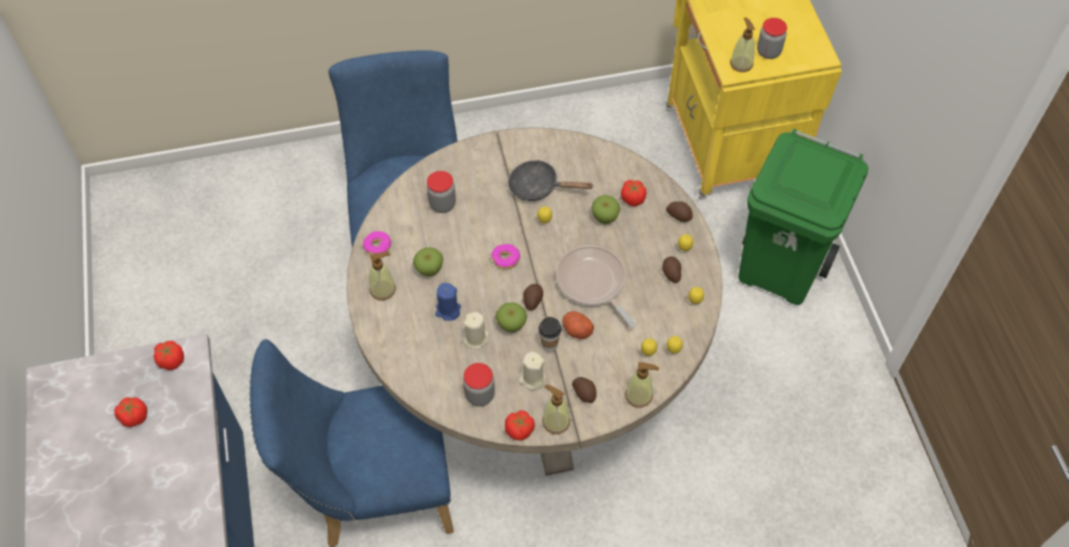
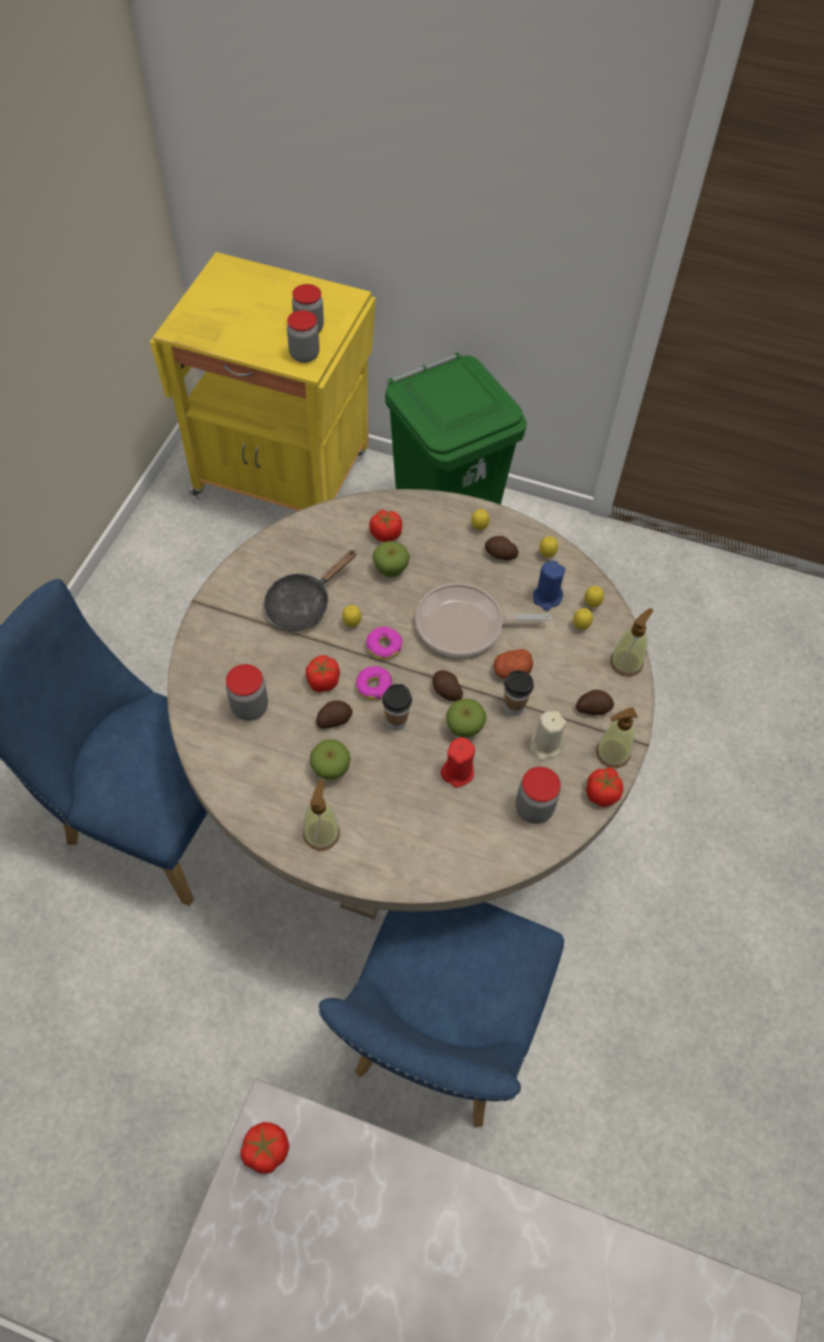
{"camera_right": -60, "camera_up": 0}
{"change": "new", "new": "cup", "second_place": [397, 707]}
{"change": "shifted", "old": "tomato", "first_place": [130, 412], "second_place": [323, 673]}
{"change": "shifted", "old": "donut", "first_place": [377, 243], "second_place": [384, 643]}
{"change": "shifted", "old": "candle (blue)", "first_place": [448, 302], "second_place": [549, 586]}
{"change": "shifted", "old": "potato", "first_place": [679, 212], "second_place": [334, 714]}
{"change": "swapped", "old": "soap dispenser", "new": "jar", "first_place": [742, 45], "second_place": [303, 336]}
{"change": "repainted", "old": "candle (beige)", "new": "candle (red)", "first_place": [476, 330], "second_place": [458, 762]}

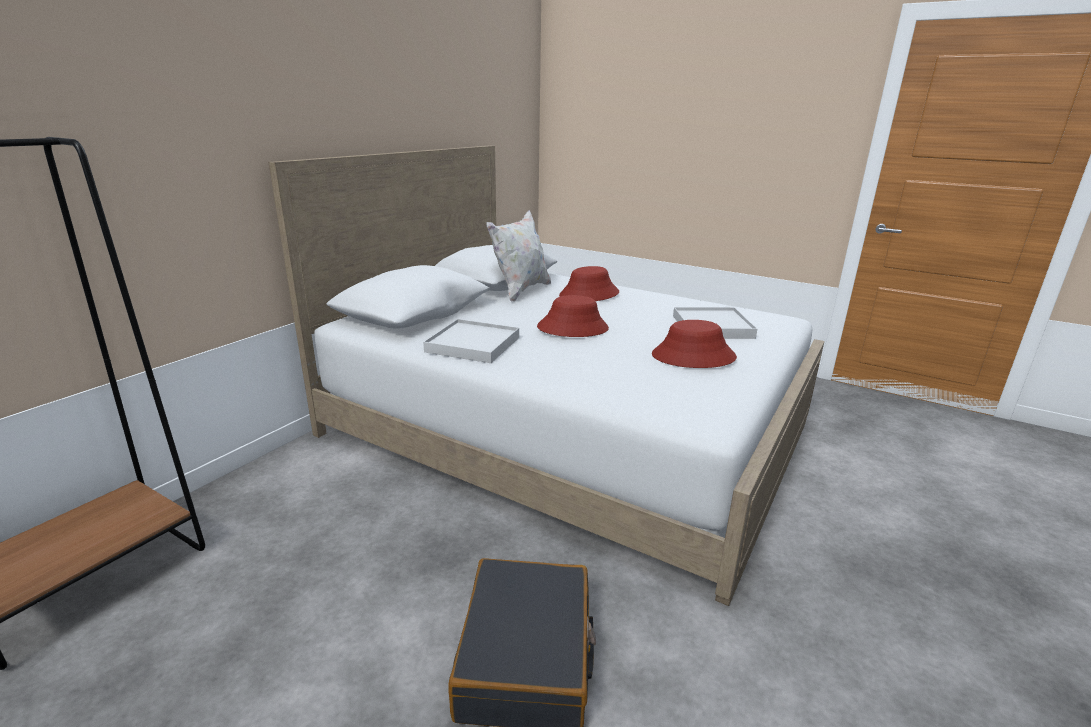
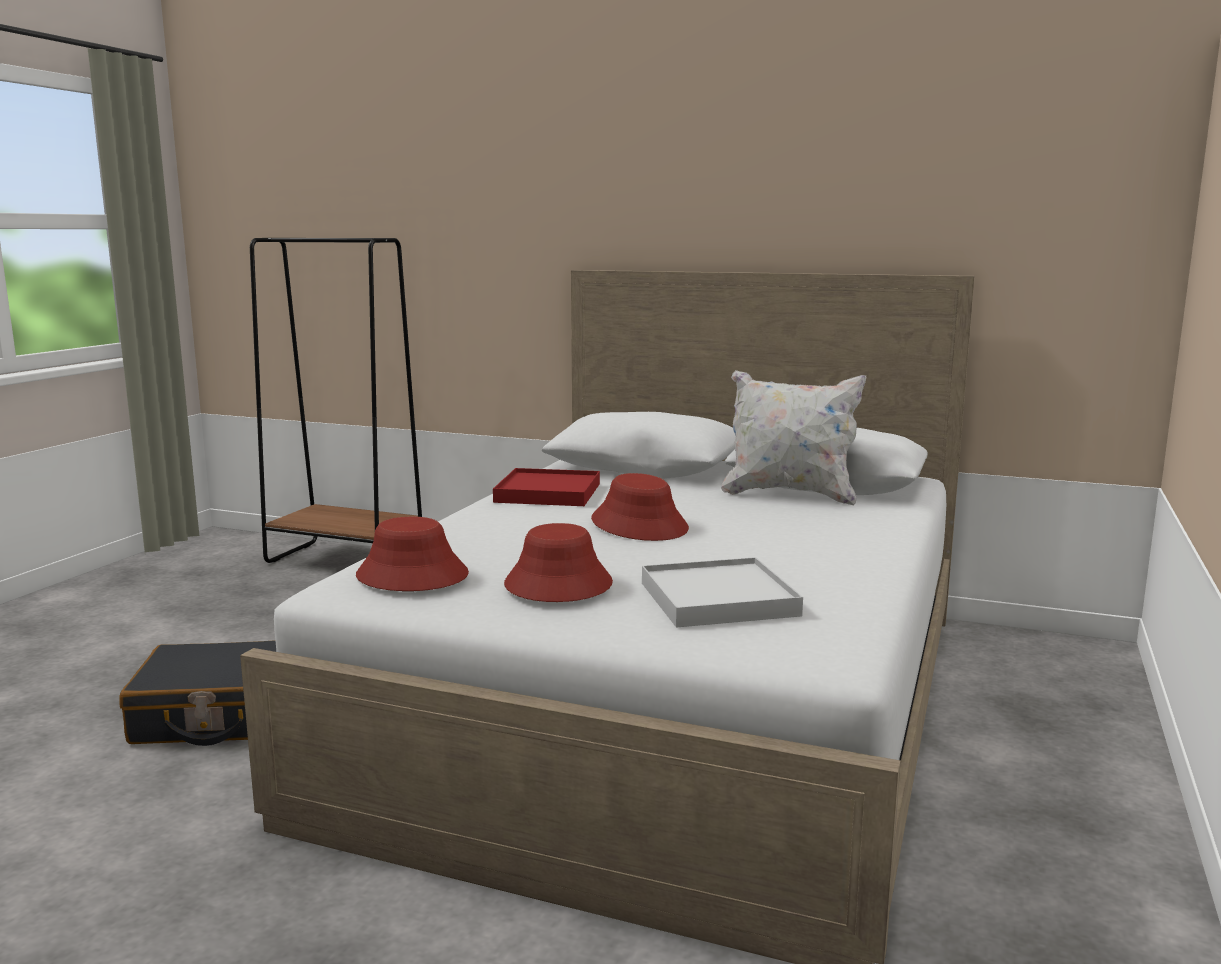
{"camera_right": 80, "camera_up": -10}
{"change": "shifted", "old": "hat (red)", "first_place": [589, 283], "second_place": [412, 554]}
{"change": "repainted", "old": "tray (white)", "new": "tray (red)", "first_place": [471, 341], "second_place": [546, 487]}

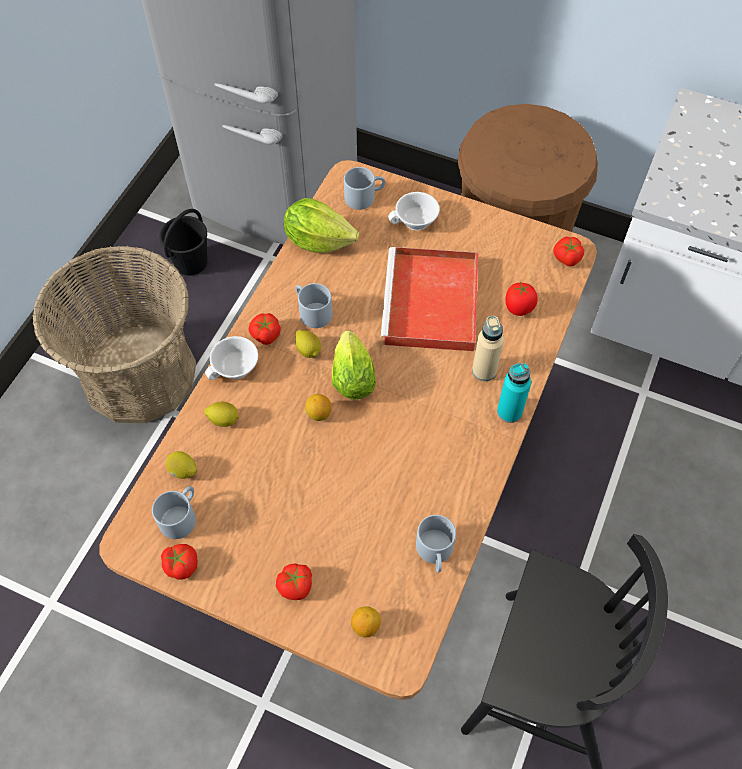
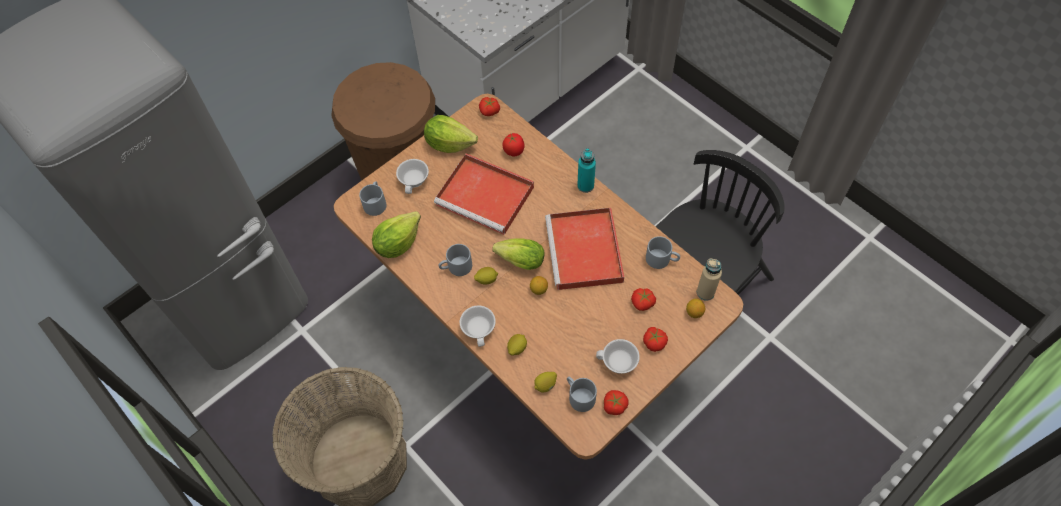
{"camera_right": -65, "camera_up": 0}
{"change": "gone", "old": "bucket (black)", "first_place": [183, 242]}
{"change": "new", "new": "lettuce", "second_place": [451, 134]}
{"change": "new", "new": "tray (red)", "second_place": [584, 249]}
{"change": "new", "new": "cup (white)", "second_place": [618, 356]}
{"change": "shifted", "old": "tomato", "first_place": [265, 329], "second_place": [643, 299]}
{"change": "shifted", "old": "bottle (beige)", "first_place": [488, 348], "second_place": [709, 279]}

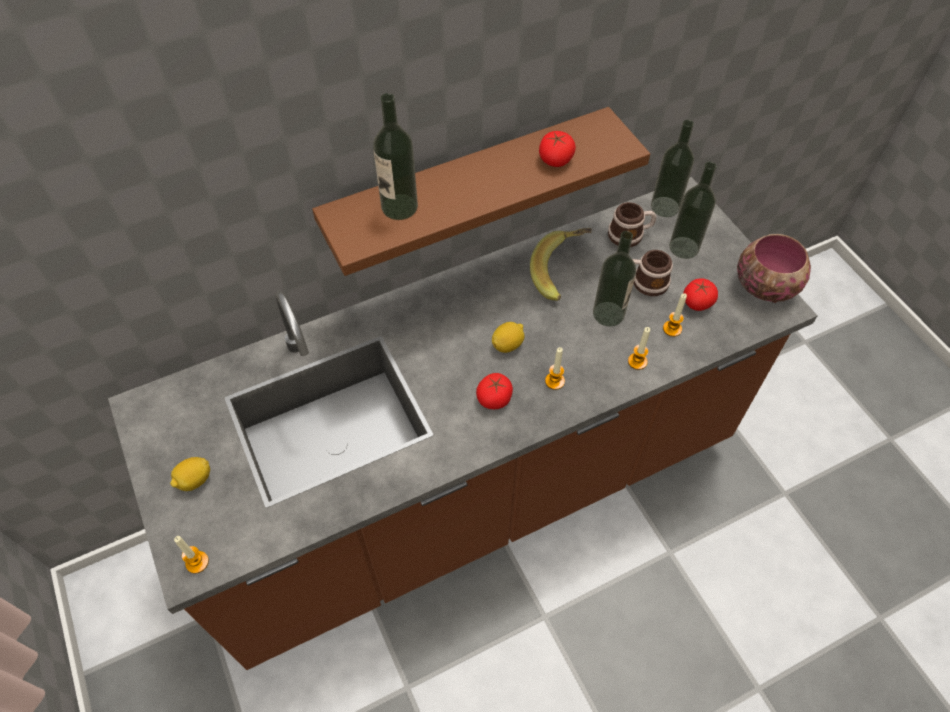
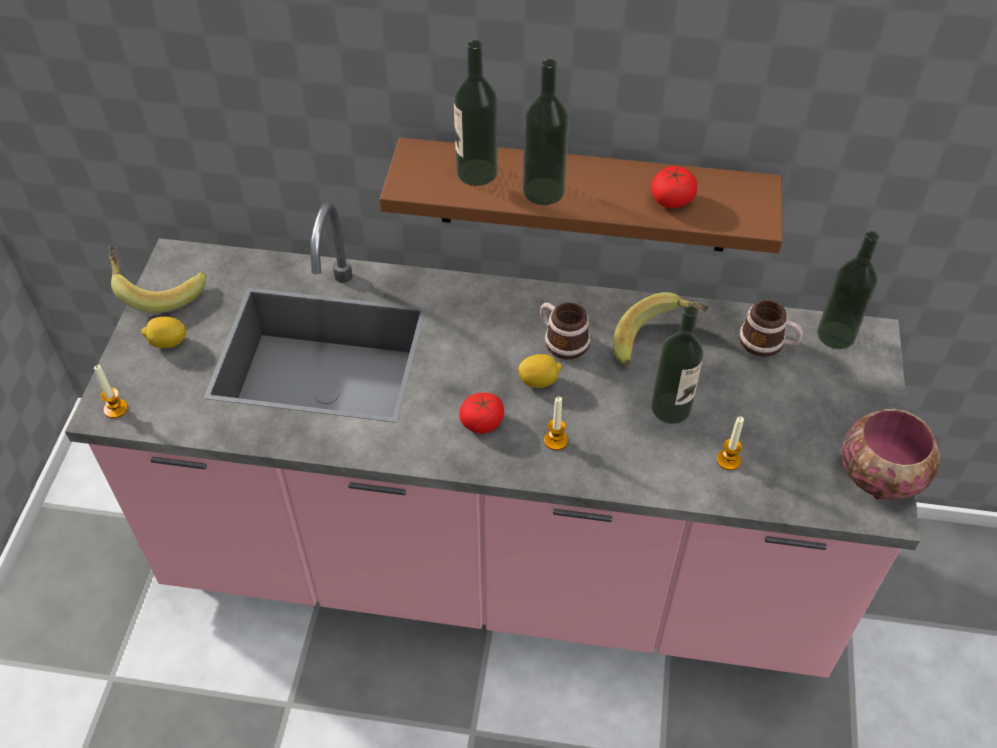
{"camera_right": 35, "camera_up": -5}
{"change": "gone", "old": "candle", "first_place": [639, 348]}
{"change": "gone", "old": "tomato", "first_place": [700, 294]}
{"change": "new", "new": "banana", "second_place": [157, 279]}
{"change": "shifted", "old": "mug", "first_place": [652, 273], "second_place": [565, 331]}
{"change": "shifted", "old": "bottle", "first_place": [692, 210], "second_place": [546, 132]}
{"change": "repainted", "old": "counter (brown)", "new": "counter (pink)", "first_place": [463, 423], "second_place": [492, 440]}

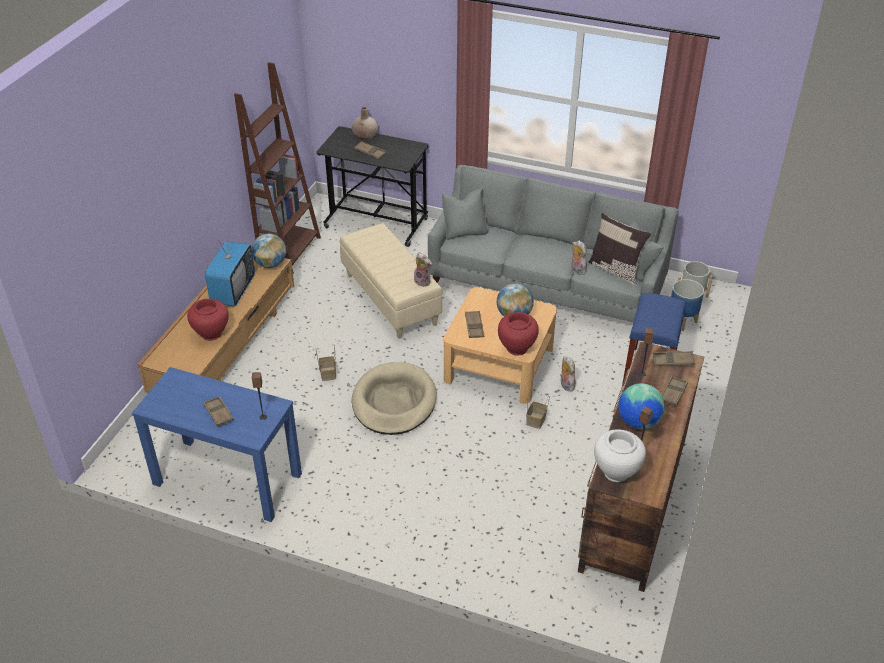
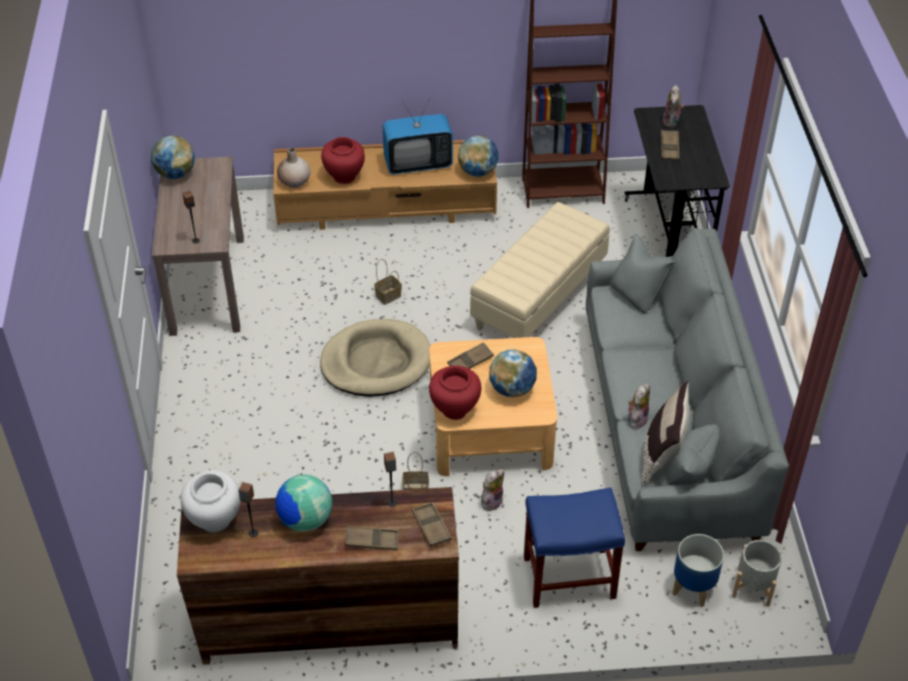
{"camera_right": 65, "camera_up": 5}
{"change": "gone", "old": "tray (brown)", "first_place": [218, 411]}
{"change": "new", "new": "globe", "second_place": [173, 157]}
{"change": "shifted", "old": "vase (beige)", "first_place": [365, 124], "second_place": [294, 168]}
{"change": "shifted", "old": "plush toy", "first_place": [423, 269], "second_place": [673, 106]}
{"change": "repainted", "old": "console table (blue)", "new": "console table (brown)", "first_place": [217, 444], "second_place": [198, 246]}

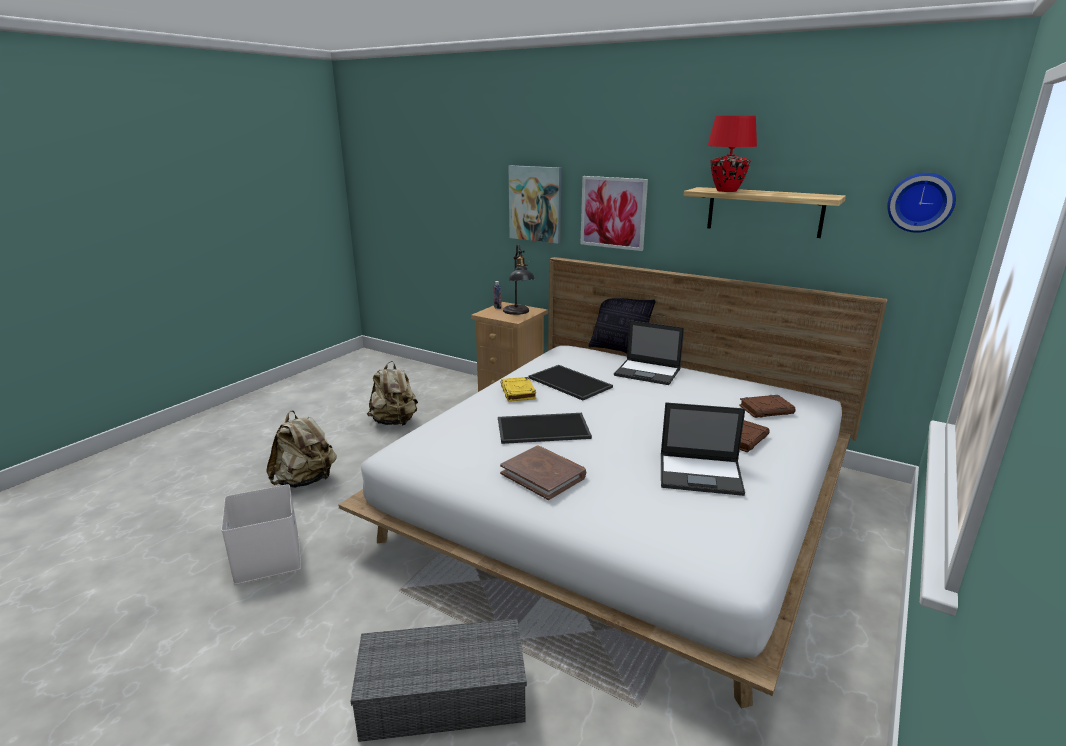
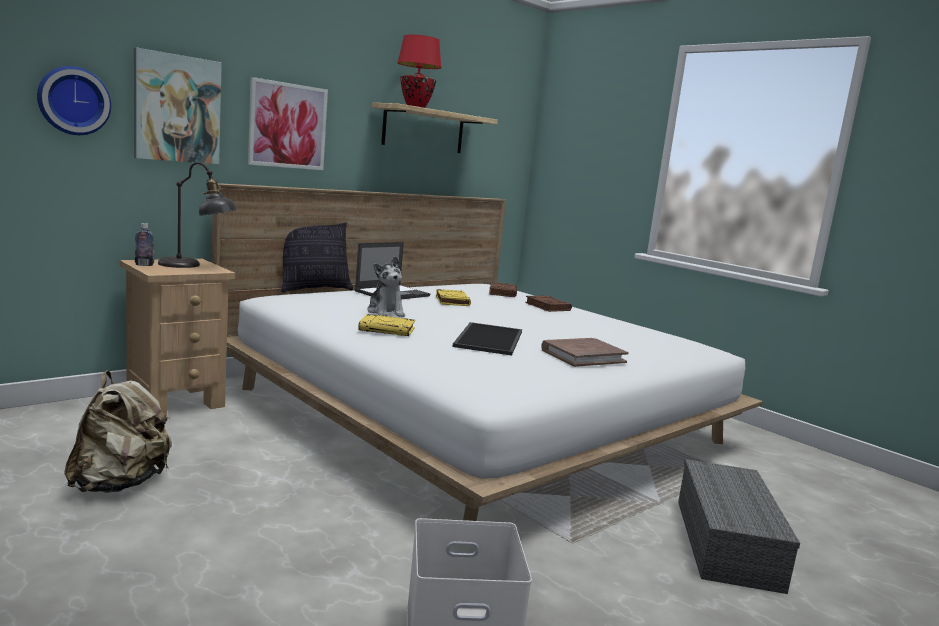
{"camera_right": -75, "camera_up": -10}
{"change": "gone", "old": "backpack (beige)", "first_place": [301, 449]}
{"change": "gone", "old": "laptop", "first_place": [703, 449]}
{"change": "new", "new": "book (yellow)", "second_place": [453, 297]}
{"change": "shifted", "old": "wall clock", "first_place": [921, 203], "second_place": [74, 100]}
{"change": "swapped", "old": "tray", "new": "plush toy", "first_place": [570, 382], "second_place": [386, 286]}

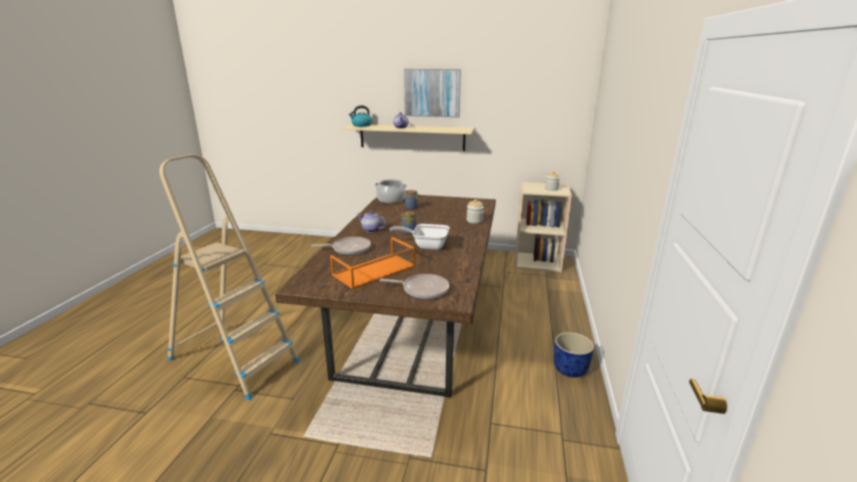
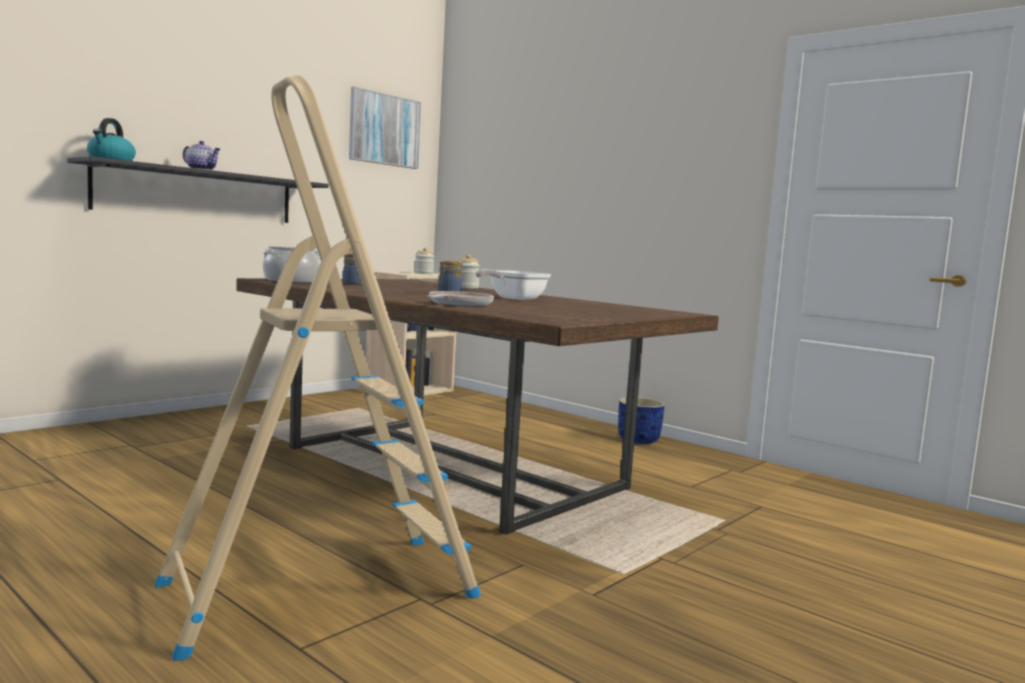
{"camera_right": -60, "camera_up": -15}
{"change": "gone", "old": "tray (orange)", "first_place": [373, 263]}
{"change": "gone", "old": "teapot", "first_place": [371, 222]}
{"change": "gone", "old": "frying pan", "first_place": [414, 286]}
{"change": "shifted", "old": "picture", "first_place": [432, 93], "second_place": [385, 127]}
{"change": "repainted", "old": "shelf (beige)", "new": "shelf (black)", "first_place": [409, 137], "second_place": [198, 189]}

